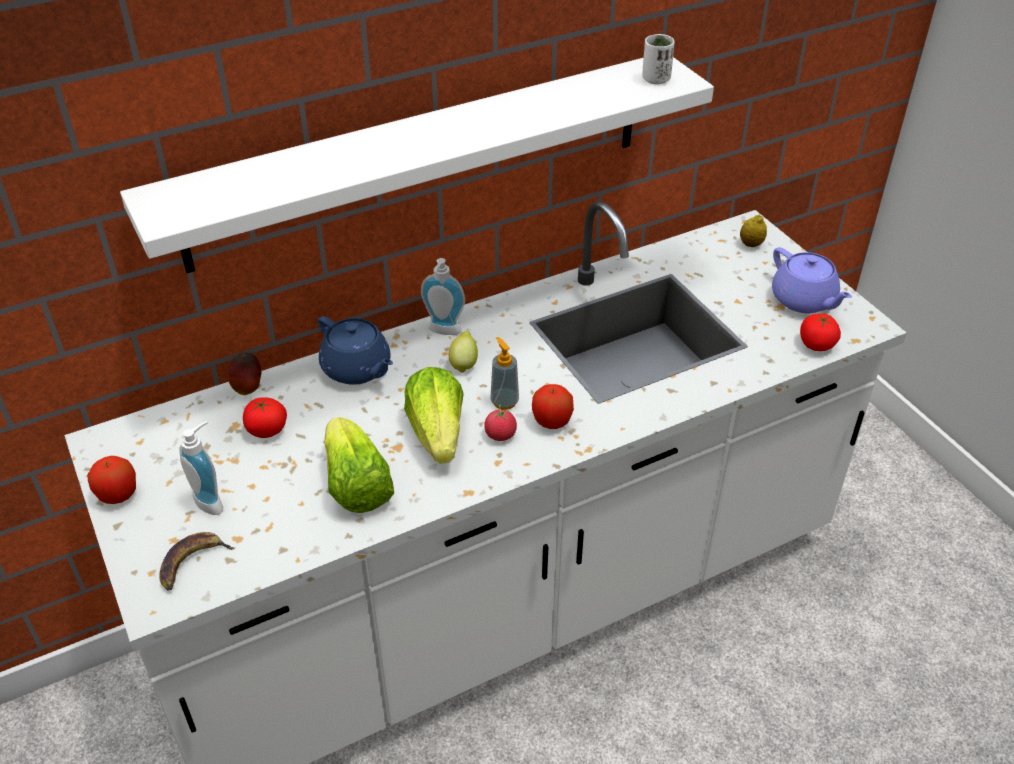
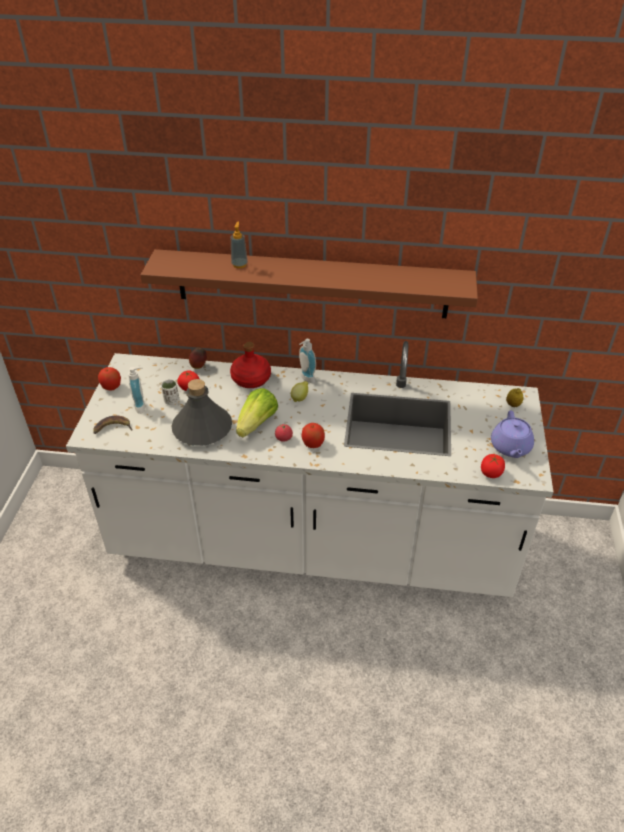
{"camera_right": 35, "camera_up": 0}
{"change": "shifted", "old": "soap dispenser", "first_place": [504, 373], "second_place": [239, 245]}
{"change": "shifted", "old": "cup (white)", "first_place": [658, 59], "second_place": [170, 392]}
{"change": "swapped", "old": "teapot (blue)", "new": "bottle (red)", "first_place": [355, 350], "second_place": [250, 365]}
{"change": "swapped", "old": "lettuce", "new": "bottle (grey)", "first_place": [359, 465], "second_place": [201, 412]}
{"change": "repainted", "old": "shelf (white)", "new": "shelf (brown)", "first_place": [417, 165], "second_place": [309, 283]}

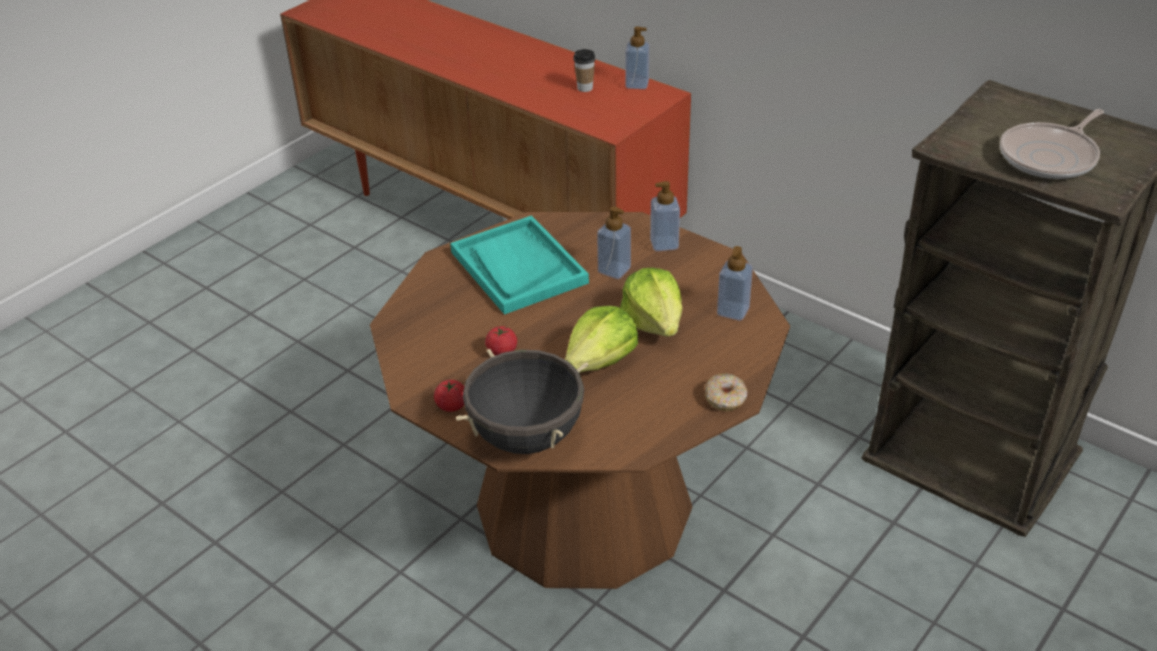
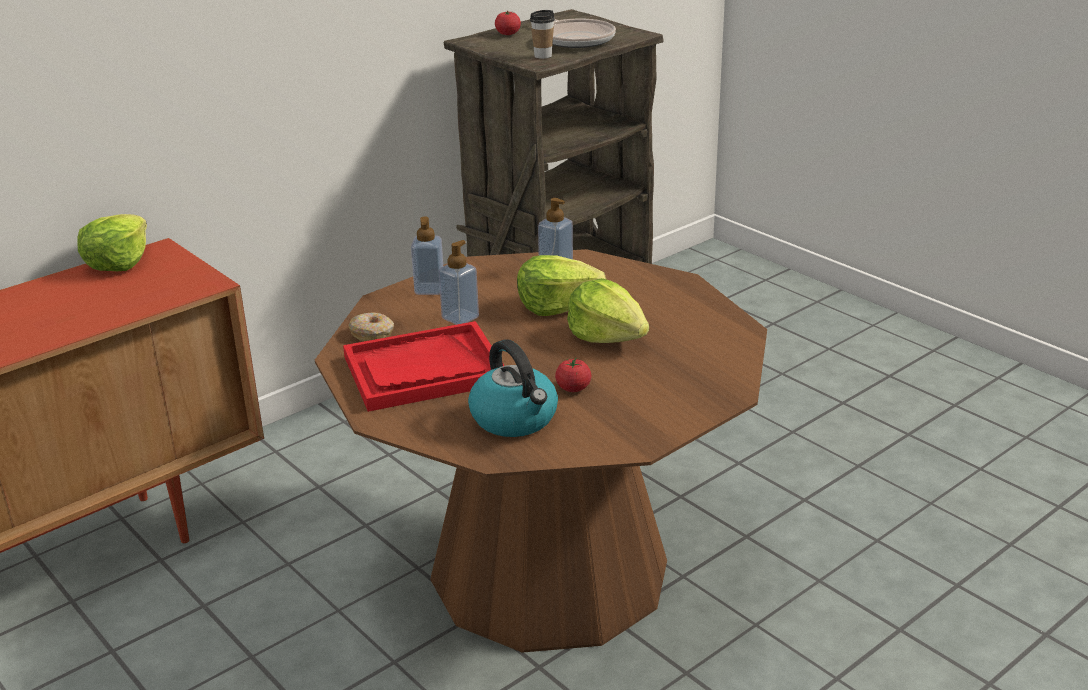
{"camera_right": -80, "camera_up": -10}
{"change": "gone", "old": "cooking pot (black)", "first_place": [522, 401]}
{"change": "new", "new": "kettle", "second_place": [513, 388]}
{"change": "shifted", "old": "tomato", "first_place": [449, 396], "second_place": [508, 22]}
{"change": "shifted", "old": "cup", "first_place": [584, 70], "second_place": [542, 34]}
{"change": "shifted", "old": "donut", "first_place": [726, 392], "second_place": [371, 327]}
{"change": "swapped", "old": "soap dispenser", "new": "lettuce", "first_place": [637, 58], "second_place": [112, 242]}
{"change": "repainted", "old": "tray (turquoise)", "new": "tray (red)", "first_place": [519, 265], "second_place": [424, 366]}

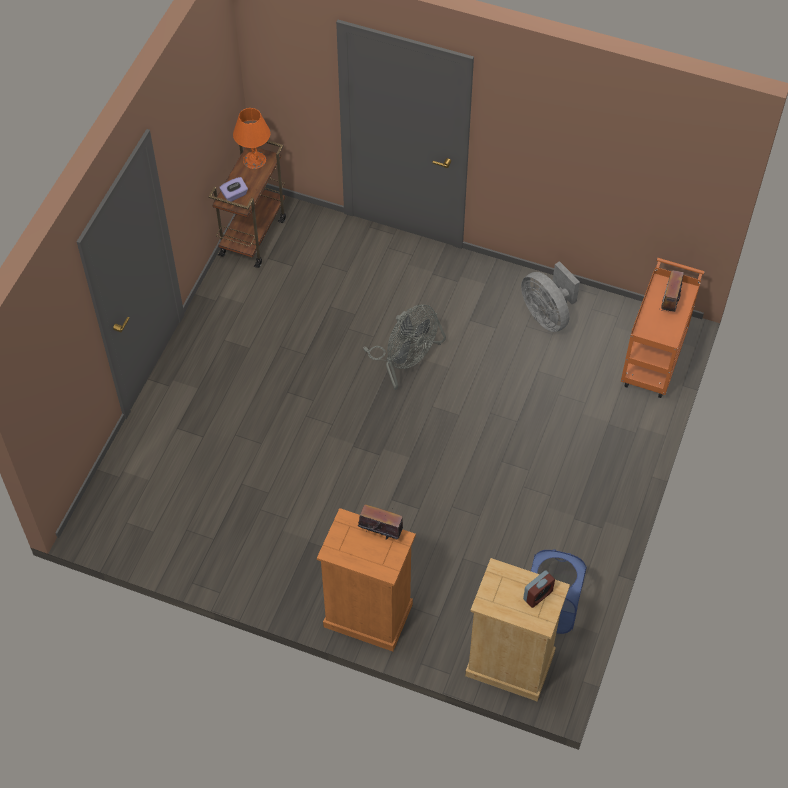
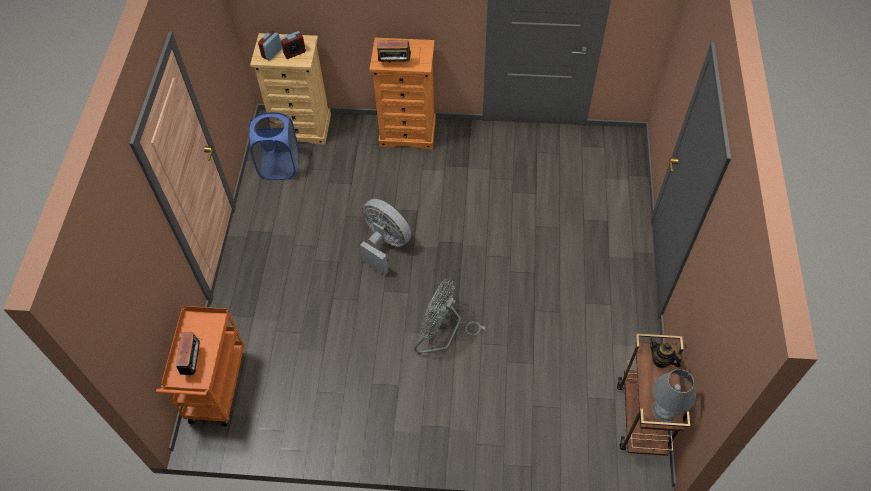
{"camera_right": 165, "camera_up": 0}
{"change": "new", "new": "alarm clock", "second_place": [293, 45]}
{"change": "shifted", "old": "fan (grey)", "first_place": [550, 296], "second_place": [385, 237]}
{"change": "swapped", "old": "tissue box (purple)", "new": "teapot", "first_place": [233, 189], "second_place": [666, 353]}
{"change": "repainted", "old": "table lamp (orange)", "new": "table lamp (grey)", "first_place": [251, 138], "second_place": [674, 396]}

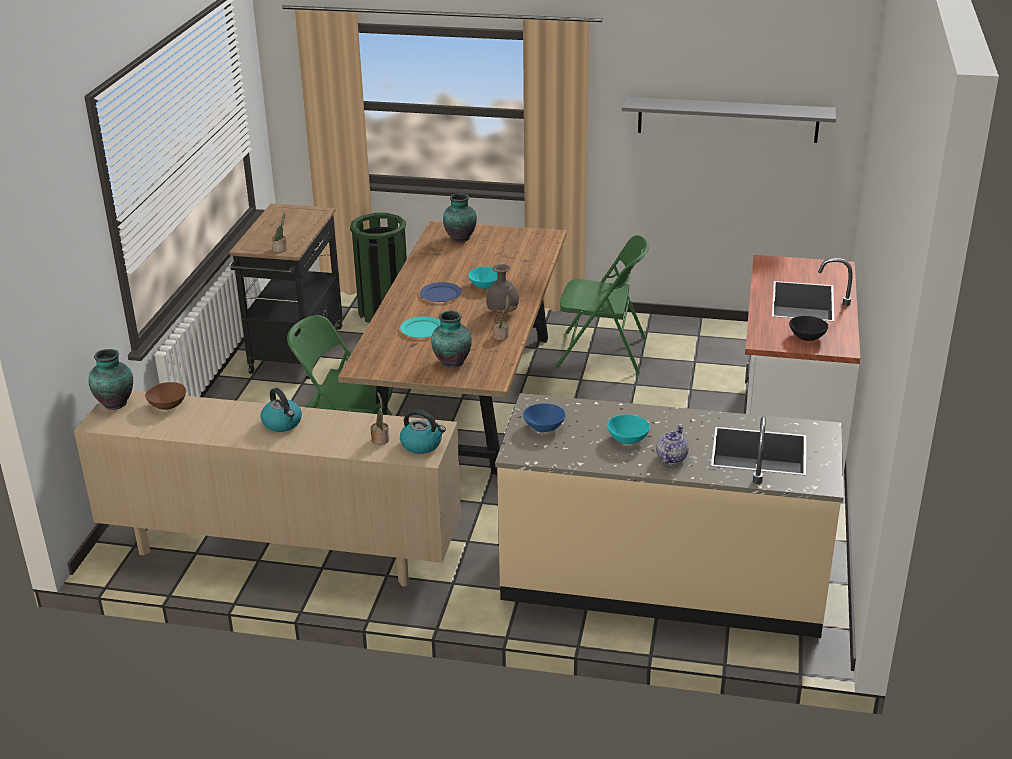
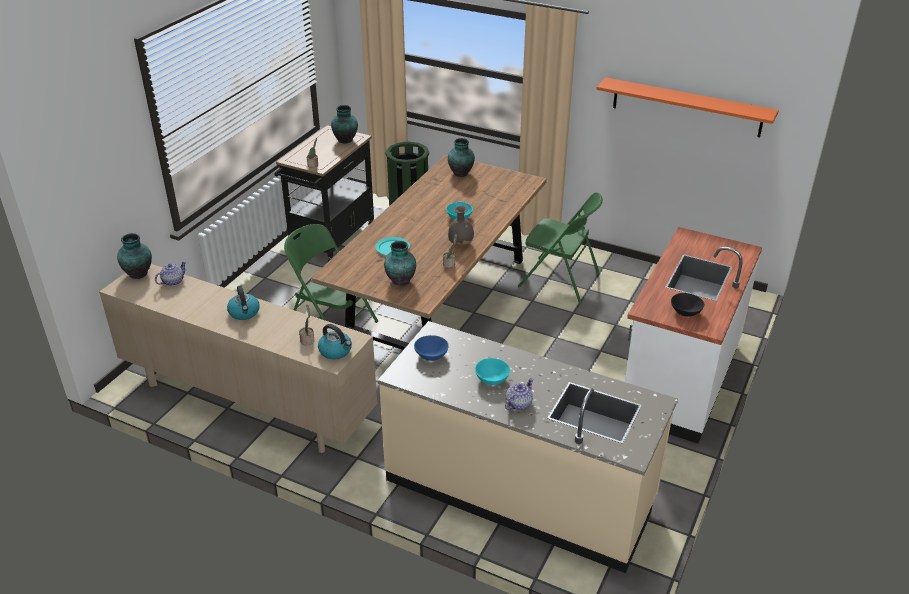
{"camera_right": 15, "camera_up": 5}
{"change": "gone", "old": "plate (blue)", "first_place": [441, 292]}
{"change": "new", "new": "vase", "second_place": [344, 124]}
{"change": "swapped", "old": "bowl (brown)", "new": "teapot", "first_place": [165, 396], "second_place": [171, 273]}
{"change": "repainted", "old": "shelf (grey)", "new": "shelf (orange)", "first_place": [729, 120], "second_place": [687, 107]}

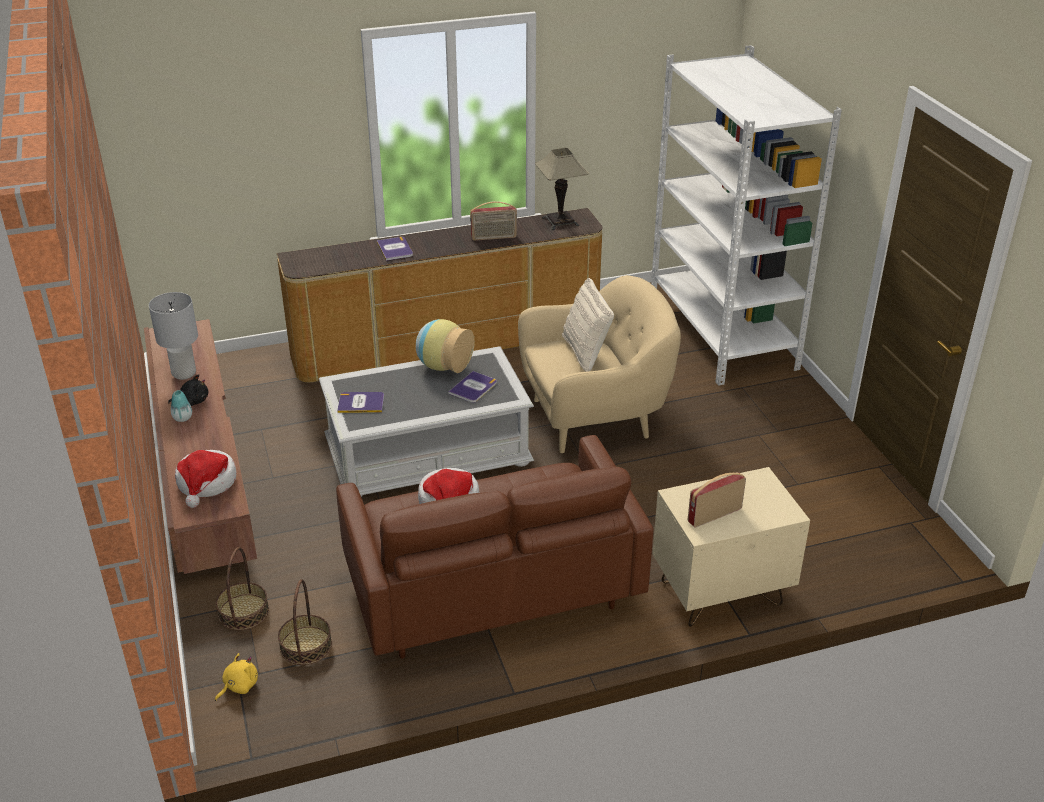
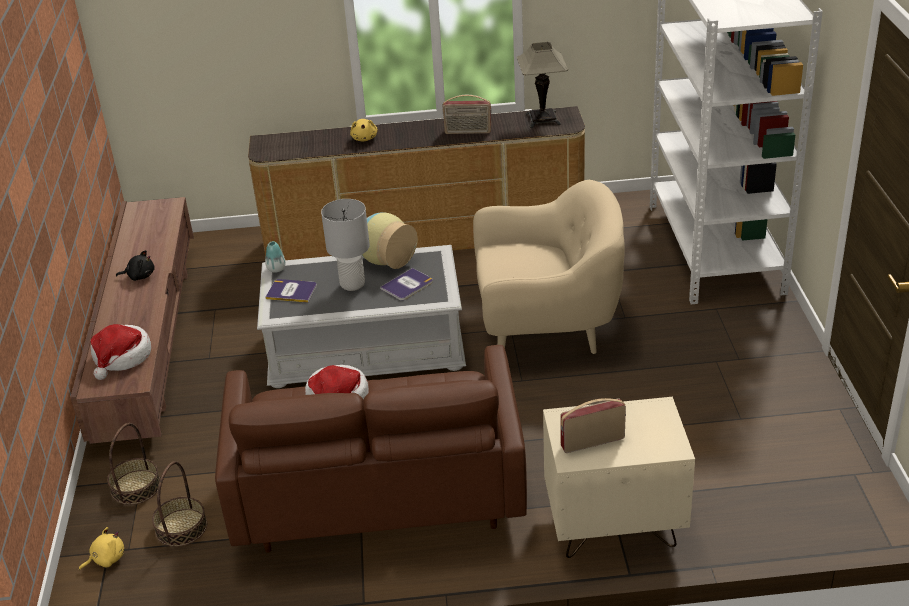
{"camera_right": 15, "camera_up": 0}
{"change": "gone", "old": "pillow (beige)", "first_place": [588, 325]}
{"change": "shifted", "old": "table lamp (grey)", "first_place": [173, 336], "second_place": [345, 245]}
{"change": "shifted", "old": "vase", "first_place": [181, 406], "second_place": [275, 257]}
{"change": "swapped", "old": "book", "new": "plush toy (yellow)", "first_place": [395, 249], "second_place": [364, 130]}

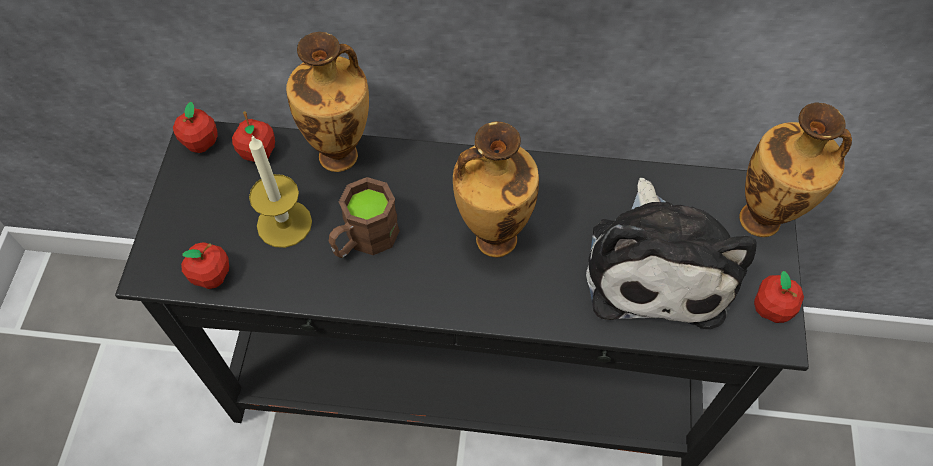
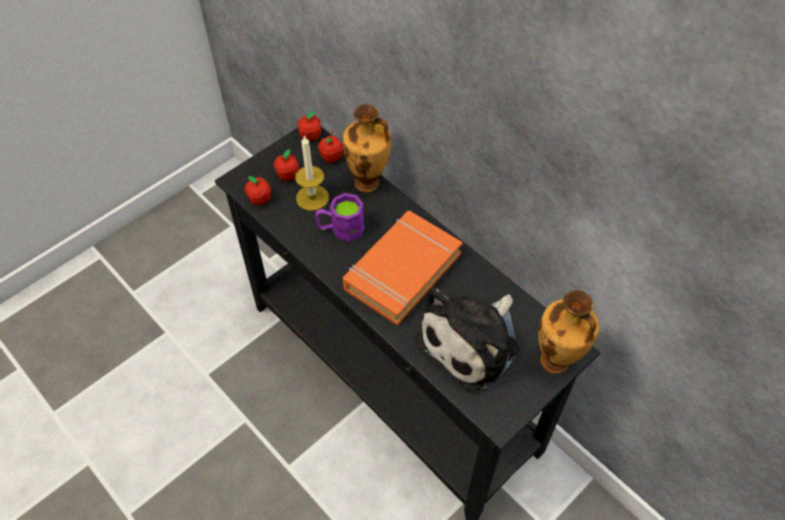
{"camera_right": 40, "camera_up": -5}
{"change": "shifted", "old": "apple", "first_place": [779, 297], "second_place": [286, 165]}
{"change": "swapped", "old": "vase", "new": "book (orange)", "first_place": [496, 189], "second_place": [403, 268]}
{"change": "repainted", "old": "mug (brown)", "new": "mug (purple)", "first_place": [364, 217], "second_place": [340, 217]}

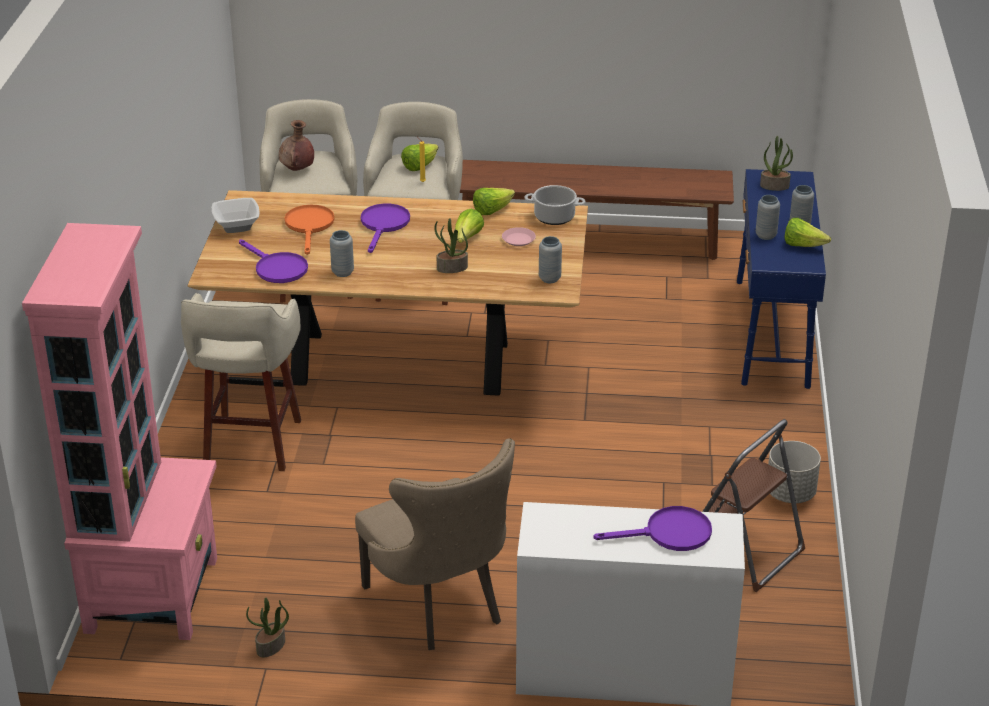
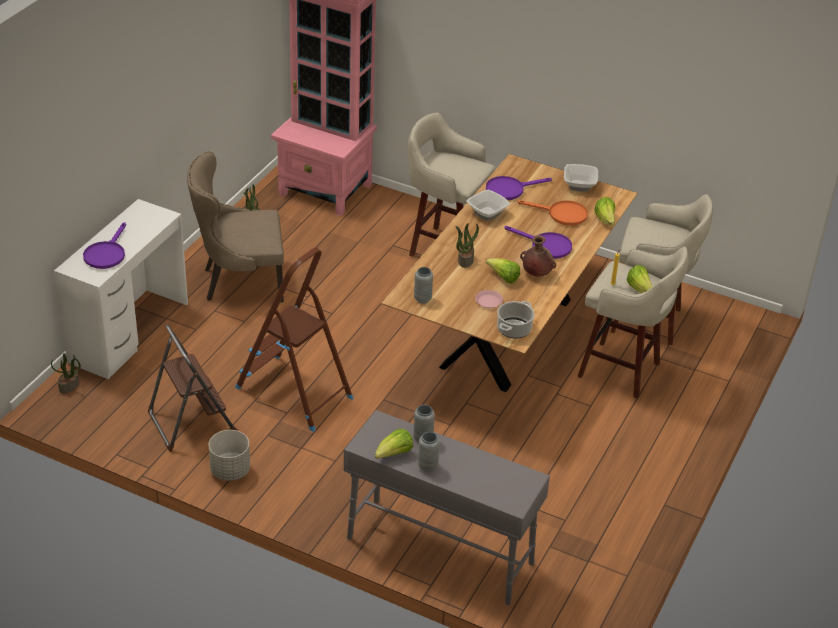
{"camera_right": 110, "camera_up": 5}
{"change": "gone", "old": "bench (brown)", "first_place": [597, 210]}
{"change": "new", "new": "step ladder (brown)", "second_place": [294, 339]}
{"change": "shifted", "old": "vase (brown)", "first_place": [296, 145], "second_place": [538, 256]}
{"change": "shifted", "old": "lettuce", "first_place": [494, 201], "second_place": [604, 211]}
{"change": "shifted", "old": "potted plant", "first_place": [776, 163], "second_place": [66, 373]}
{"change": "swapped", "old": "vase (grey)", "new": "bowl", "first_place": [342, 253], "second_place": [488, 205]}
{"change": "repainted", "old": "console table (blue)", "new": "console table (grey)", "first_place": [781, 279], "second_place": [446, 507]}

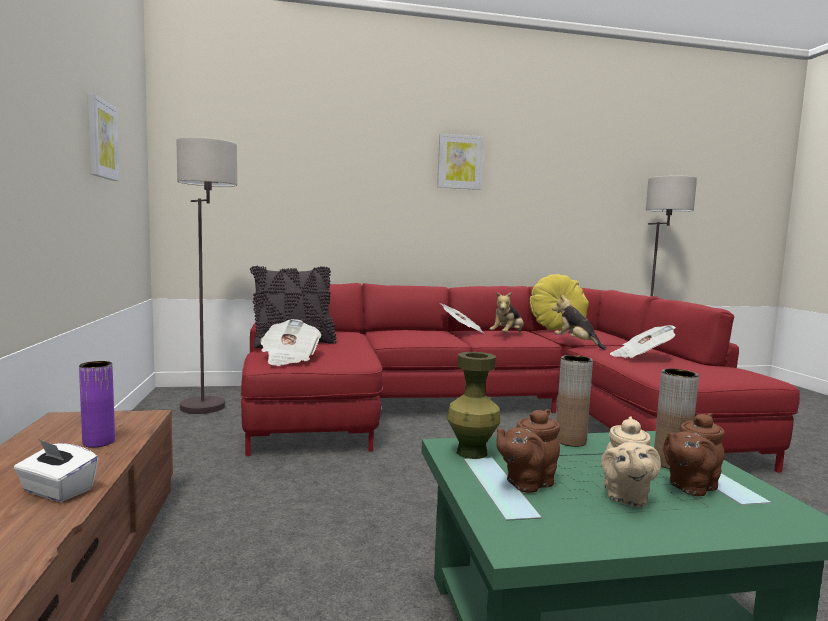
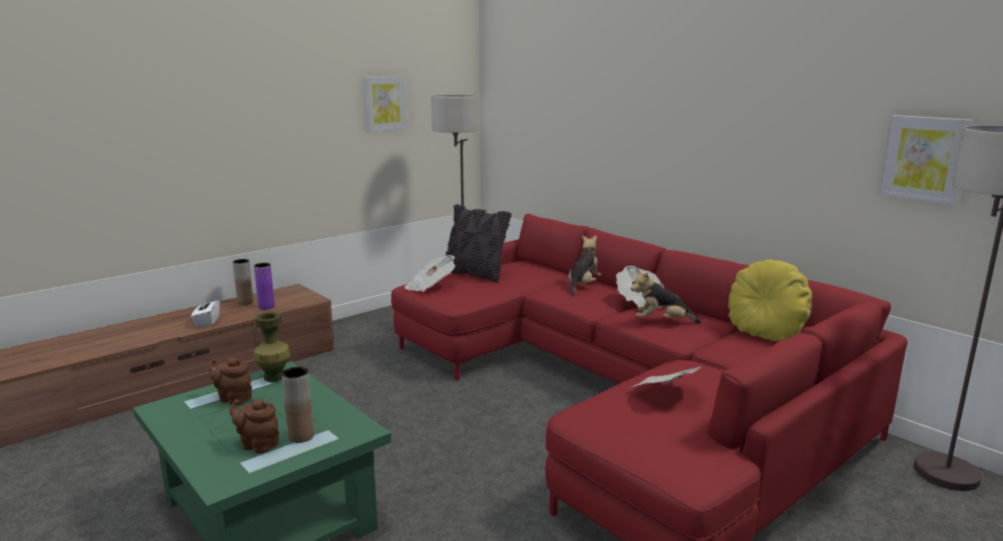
{"camera_right": 60, "camera_up": 10}
{"change": "gone", "old": "teapot (beige)", "first_place": [631, 461]}
{"change": "shifted", "old": "picture", "first_place": [460, 161], "second_place": [926, 160]}
{"change": "shifted", "old": "plush toy", "first_place": [579, 322], "second_place": [584, 265]}
{"change": "shifted", "old": "vase (brown)", "first_place": [575, 401], "second_place": [243, 282]}

